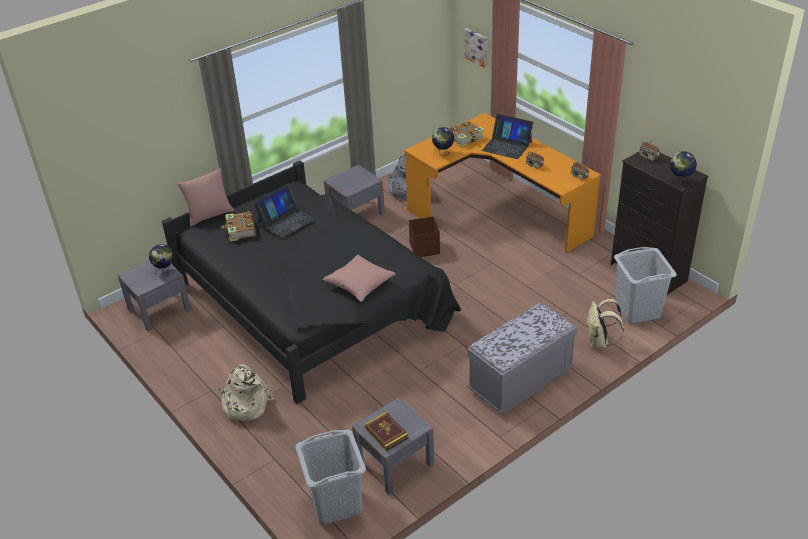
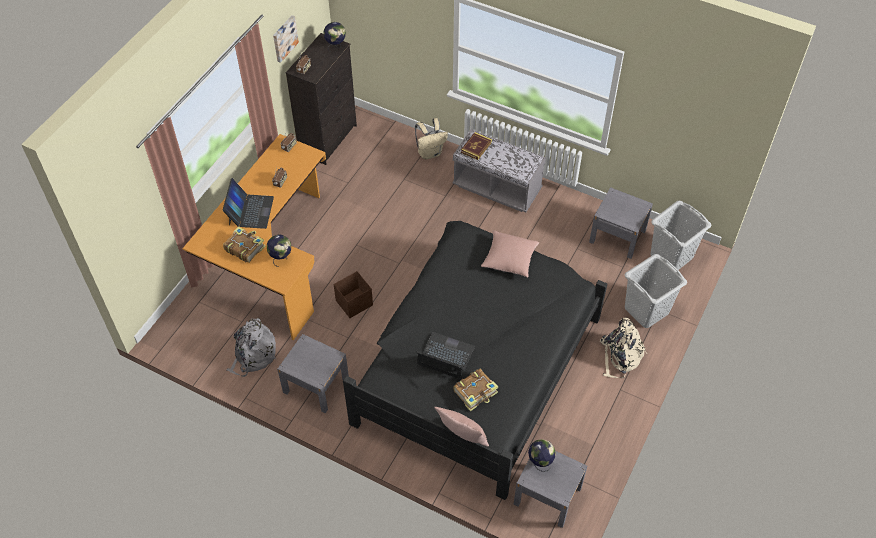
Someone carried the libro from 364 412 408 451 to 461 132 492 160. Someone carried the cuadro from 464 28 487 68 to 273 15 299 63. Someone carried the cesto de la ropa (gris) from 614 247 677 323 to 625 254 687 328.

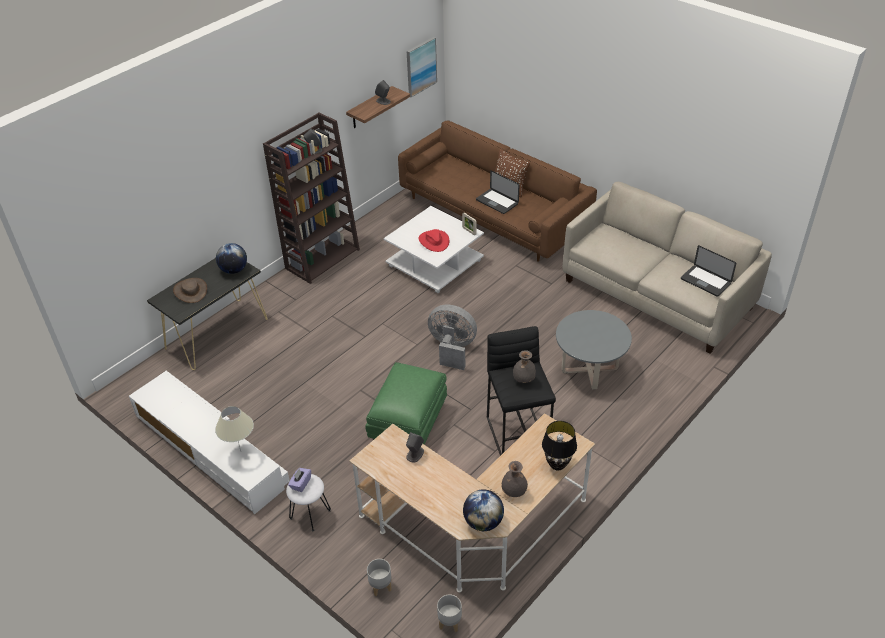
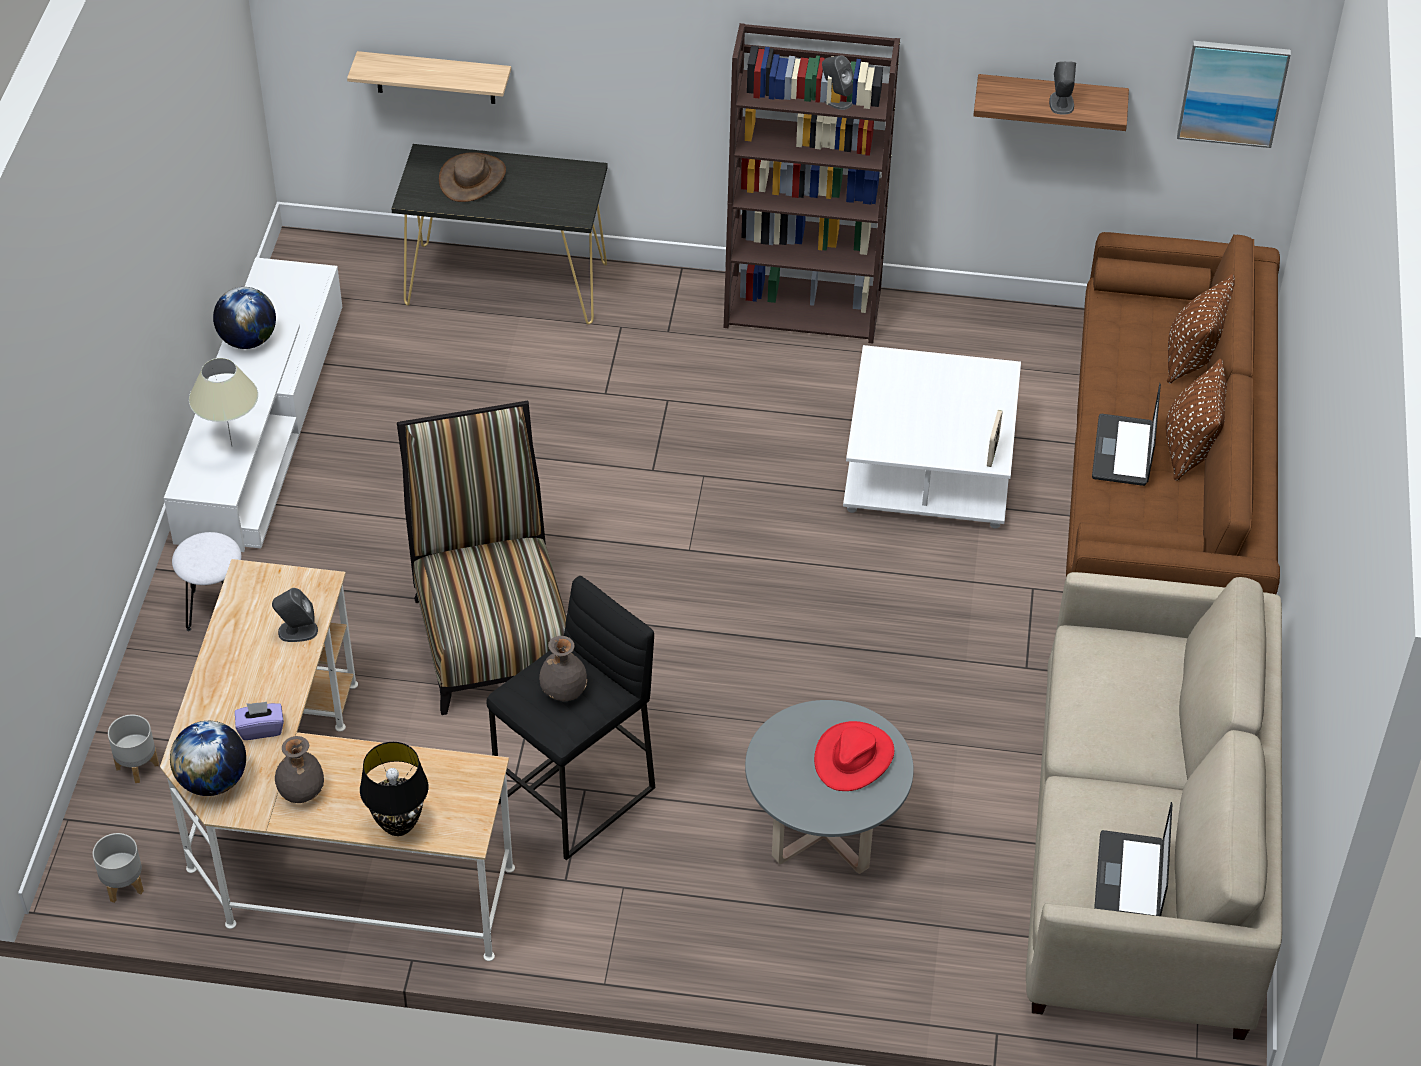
Someone took away the ventilador (gris) at 428 305 477 370. Someone put up the estante at 347 51 511 104. Someone put down the cojín (marrón) at 1167 274 1235 384. Someone carried the globo terráqueo from 216 243 247 274 to 213 287 276 349. Someone carried the caja de pañuelos (morado) from 288 468 311 492 to 235 702 284 740. Someone carried the sombrero (rojo) from 419 229 449 252 to 814 721 894 791. Someone swapped the puf (verde) at 365 362 447 445 for the silla at 397 401 566 715.

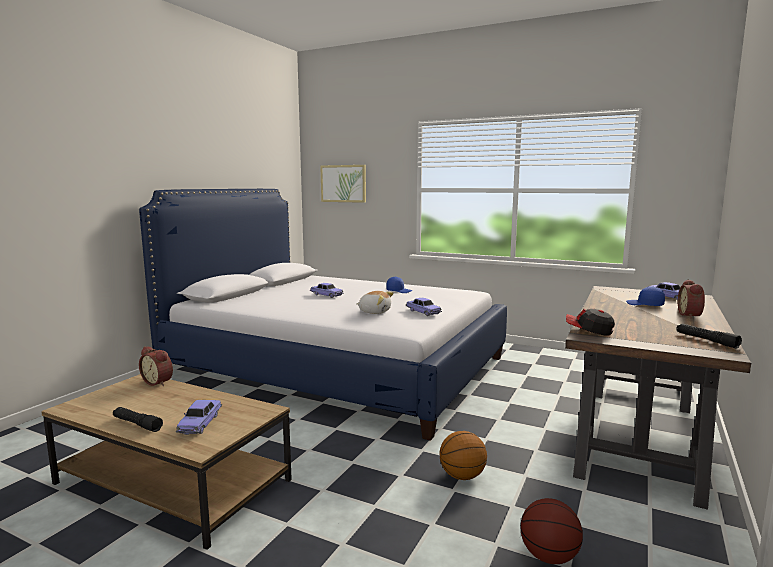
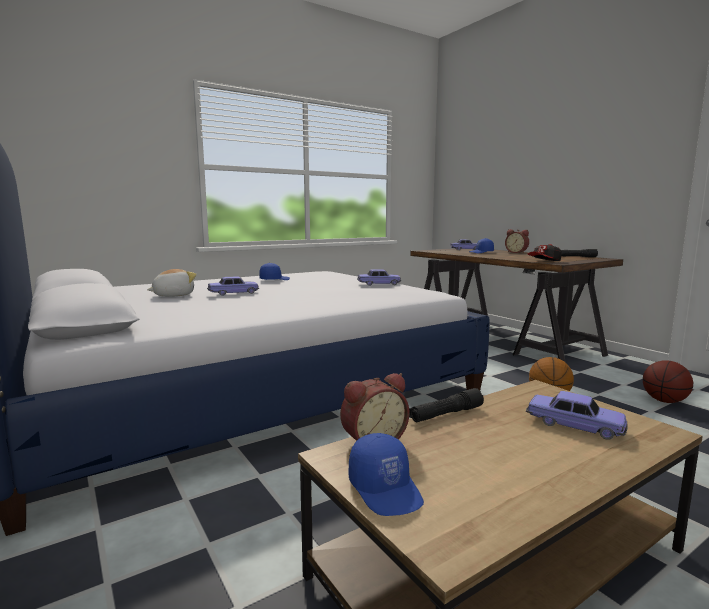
Someone took away the cuadro at 320 165 366 203. Someone put down the gorra (azul) at 349 433 424 516. Someone carried the linterna (negro) from 113 407 163 432 to 409 388 484 422. Someone carried the peluche from 356 291 394 314 to 147 269 197 297.

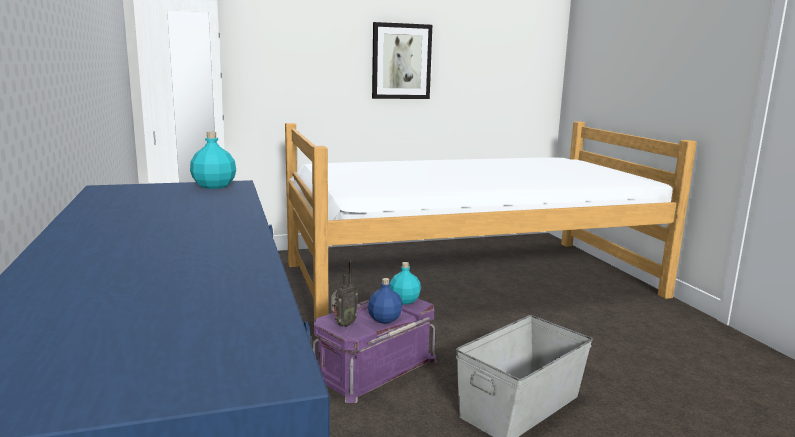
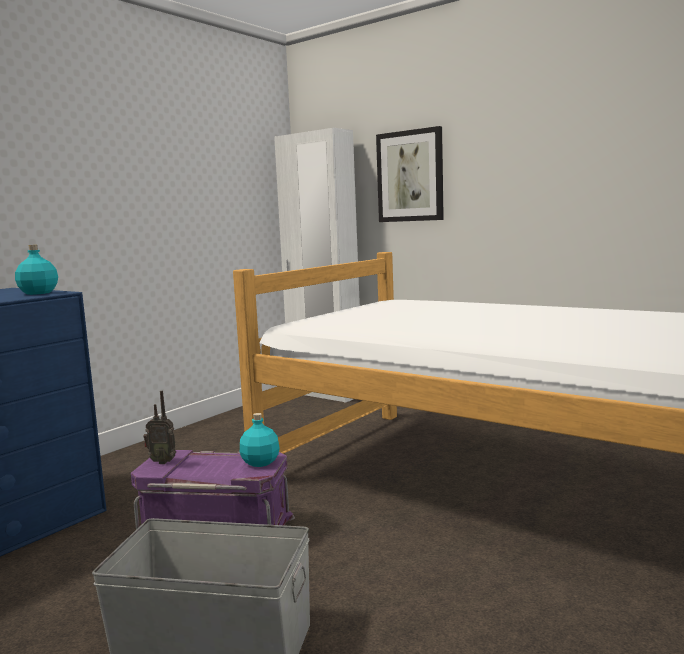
Someone took away the botella (azul) at 368 278 402 324. Someone carried the cuadro from 372 22 432 99 to 376 126 444 222.

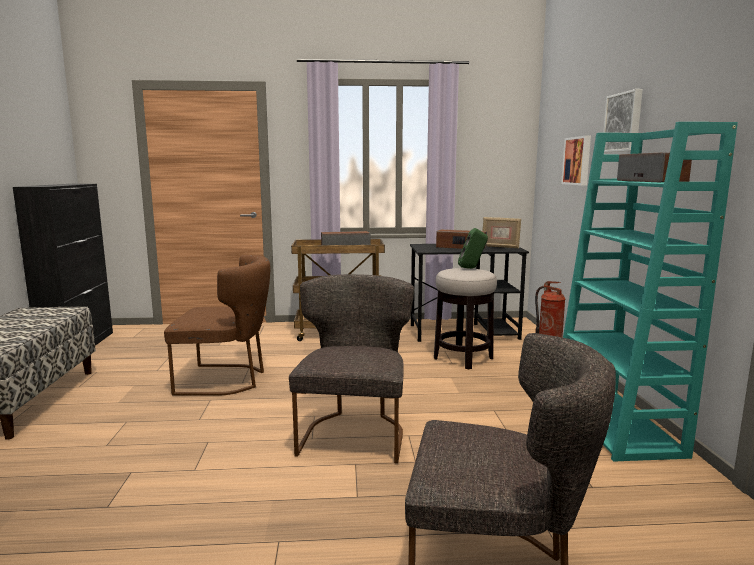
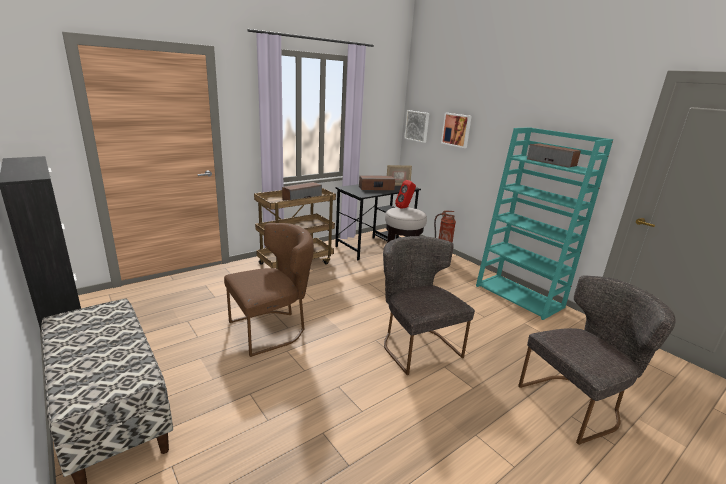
Someone carried the cuadro from 603 89 643 152 to 404 110 429 143. Someone repainted the altavoz (verde) at 458 228 488 269, which became the altavoz (rojo) at 395 180 416 209.

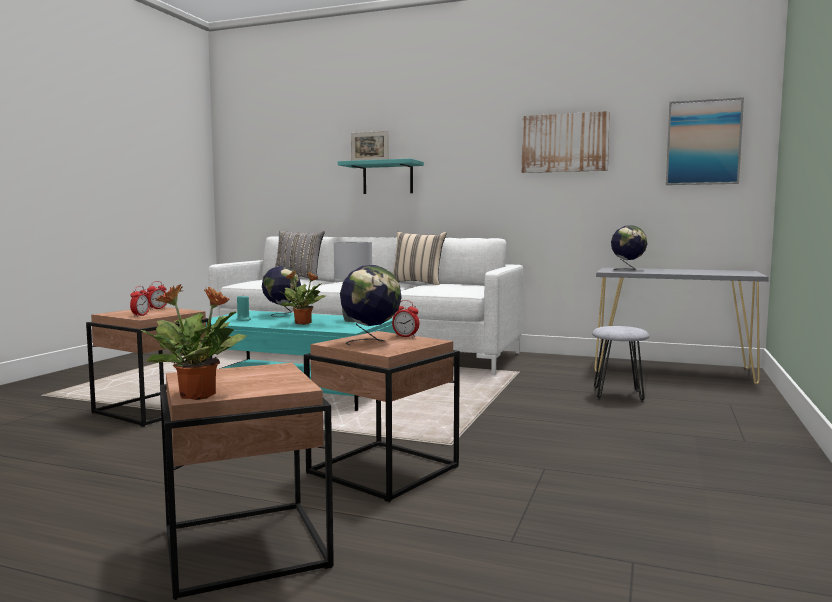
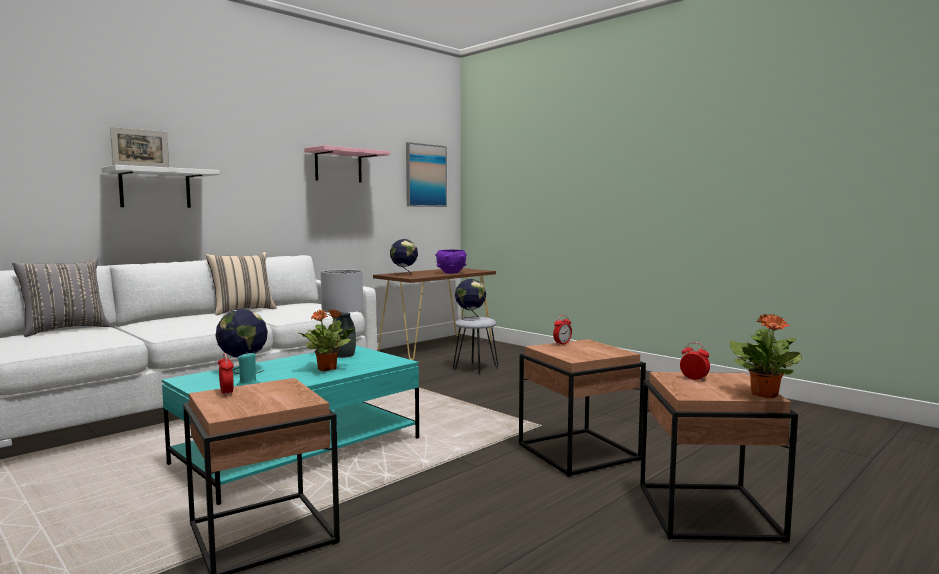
Someone put down the cuenco (morado) at 435 250 467 274. Someone carried the despertador from 130 286 150 317 to 680 342 710 382. Someone carried the globo terráqueo from 340 265 402 345 to 455 279 486 321. Someone swapped the cuadro at 522 111 610 173 for the estante (rosa) at 304 145 390 182. Someone repainted the estante (turquesa) at 338 158 424 194, which became the estante (blanco) at 101 165 220 208. Someone repainted the mesa consola (gris) at 595 268 769 384, which became the mesa consola (marrón) at 373 268 496 360.

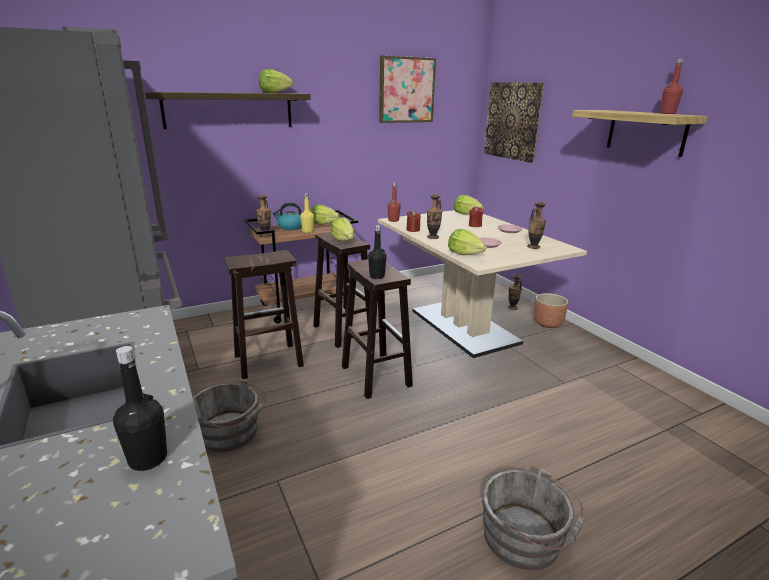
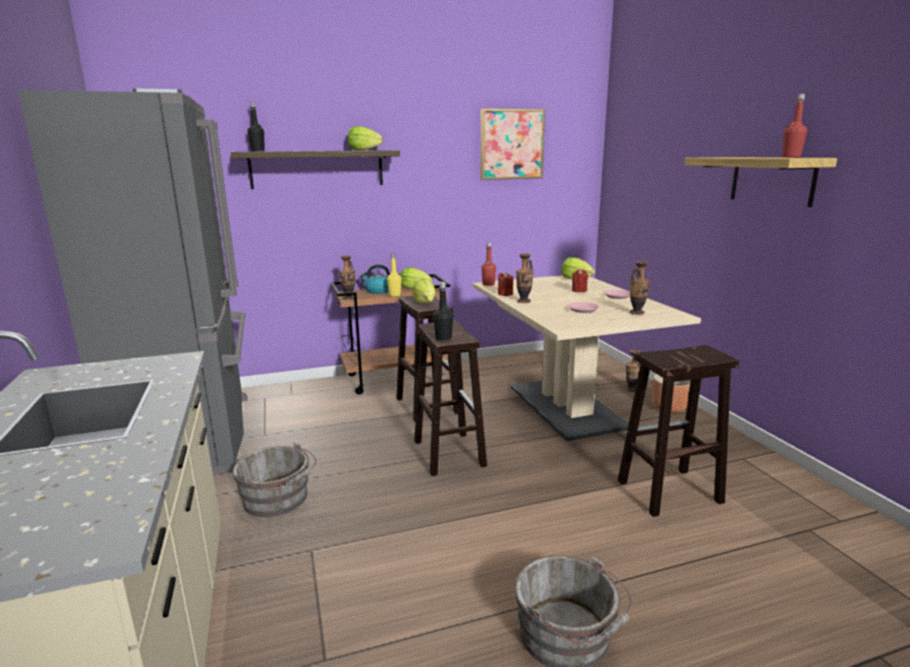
Someone took away the lechuga at 448 229 487 255. Someone took away the cuadro at 484 82 544 163. Someone carried the botella (negro) from 113 346 167 471 to 247 103 265 151. Someone carried the taburete (marrón) from 224 250 304 379 to 618 345 739 517.

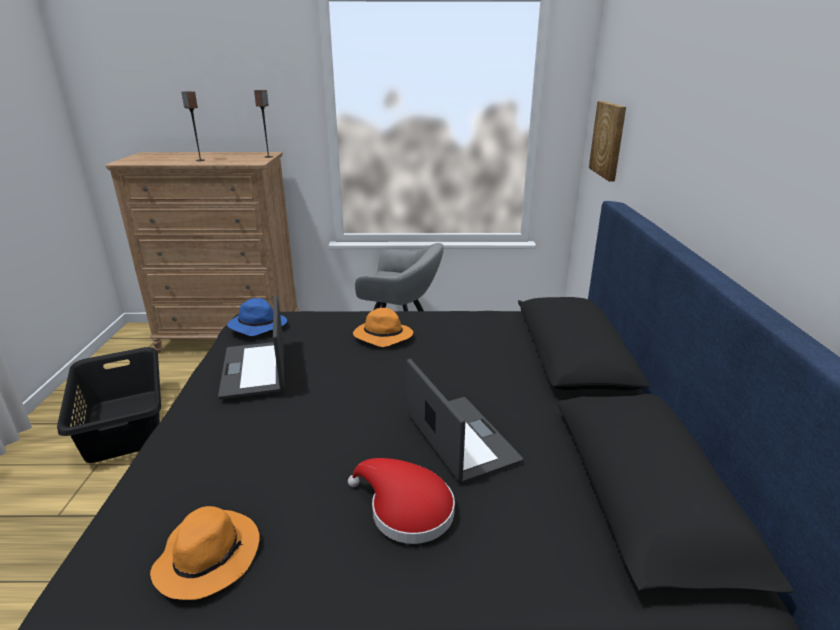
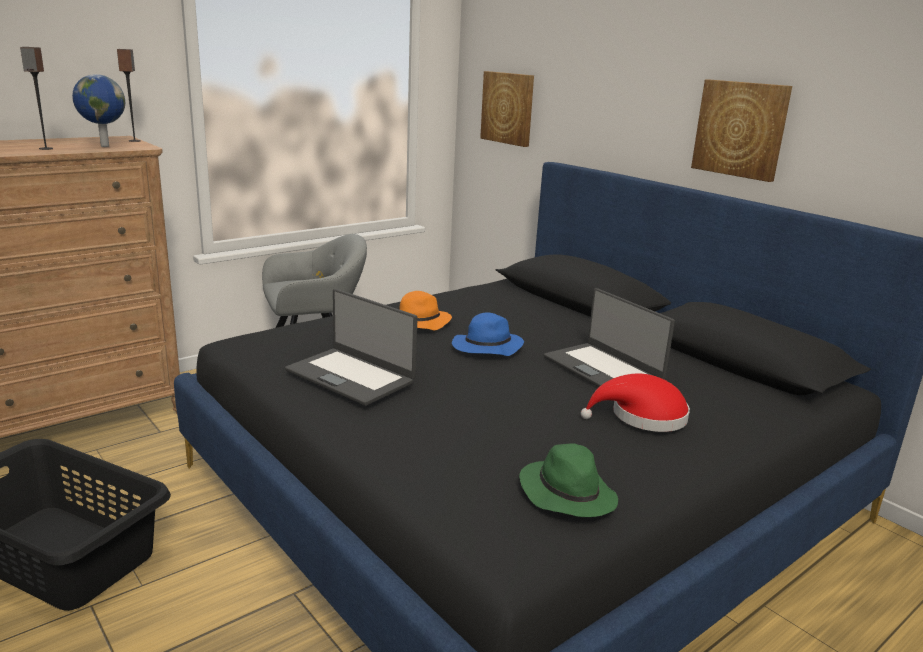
Someone put down the globo terráqueo at 72 74 125 147. Someone put up the cuadro at 691 79 792 182. Someone carried the sombrero (azul) from 227 298 287 336 to 452 312 524 356. Someone repainted the sombrero (naranja) at 150 506 259 600, which became the sombrero (verde) at 519 443 618 517. Someone rotated the portátil at 407 359 524 483 by 150 degrees counterclockwise.

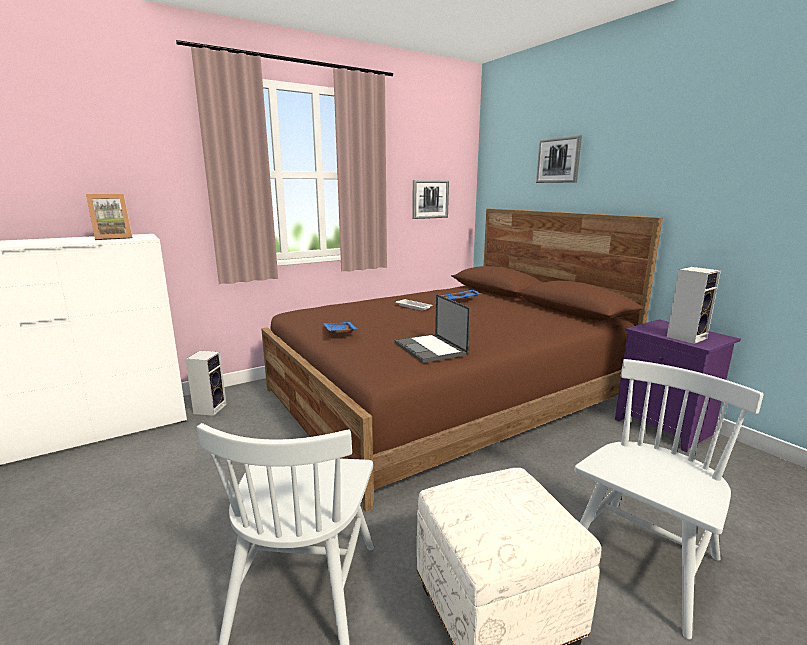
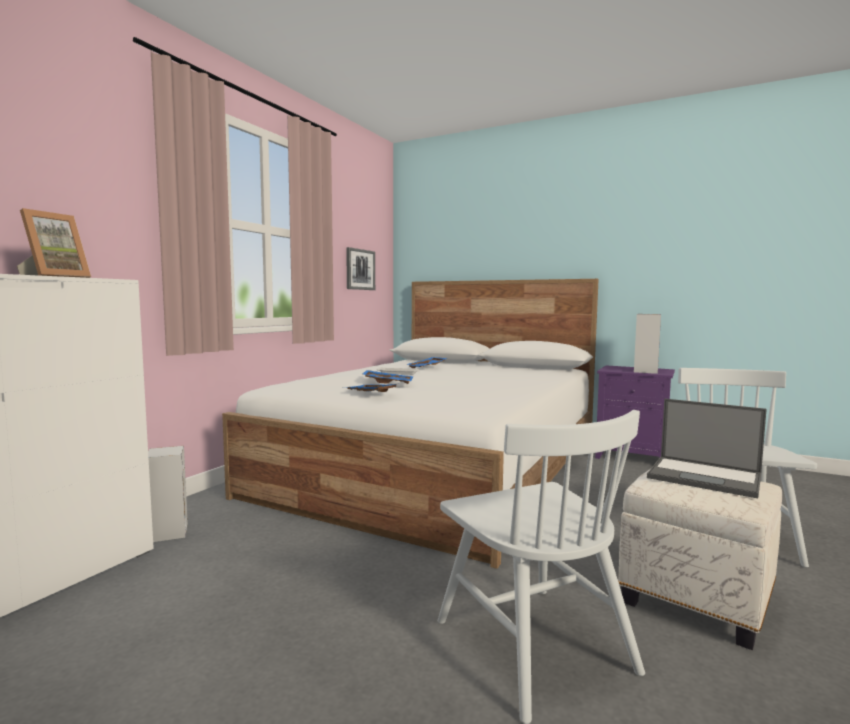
Someone took away the cuadro at 536 135 582 183. Someone put down the bandeja (azul) at 363 370 413 384. Someone carried the portátil from 394 294 470 363 to 647 399 767 498. Someone repainted the cama (marrón) at 261 208 663 512, which became the cama (blanco) at 222 279 599 569.

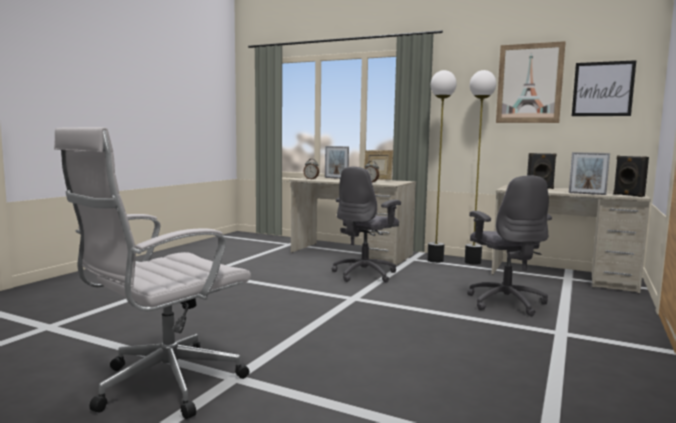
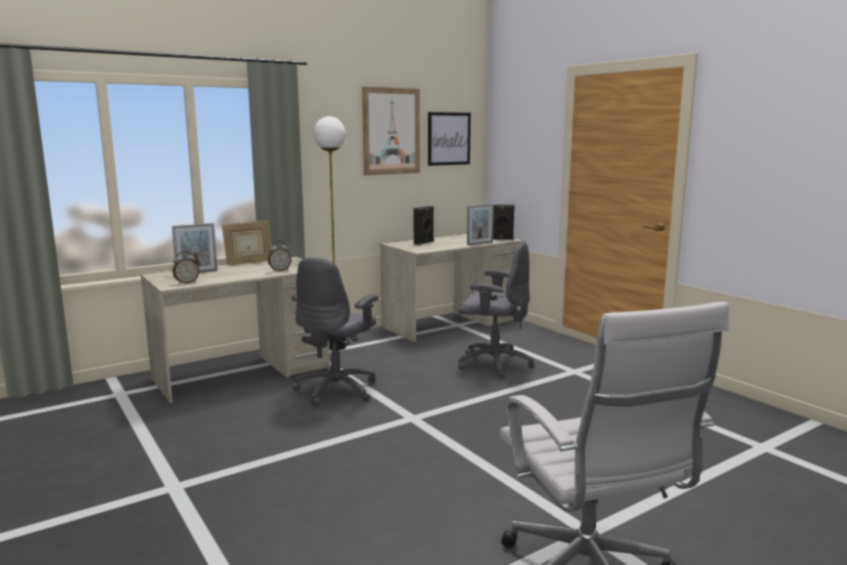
Someone took away the lámpara de pie at 465 70 496 265. Someone rotated the silla de oficina (gris) at 332 167 401 283 by 45 degrees clockwise.

